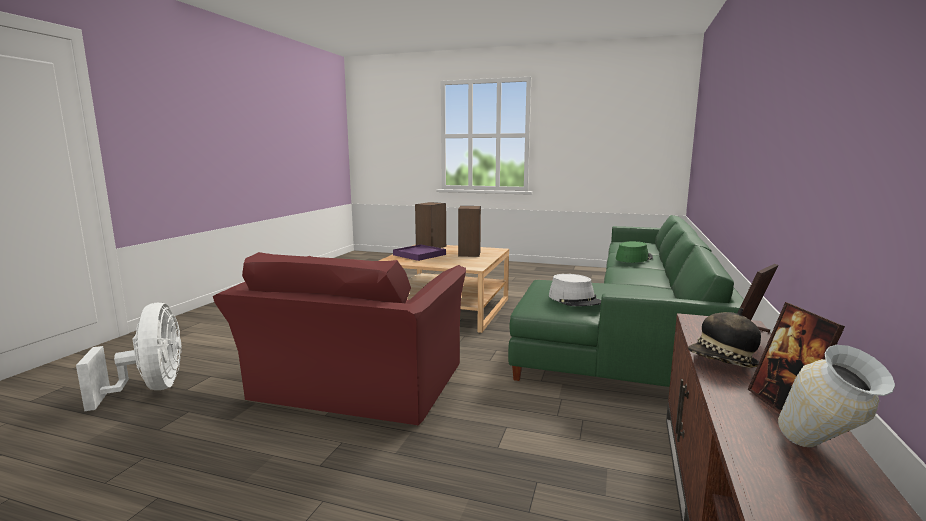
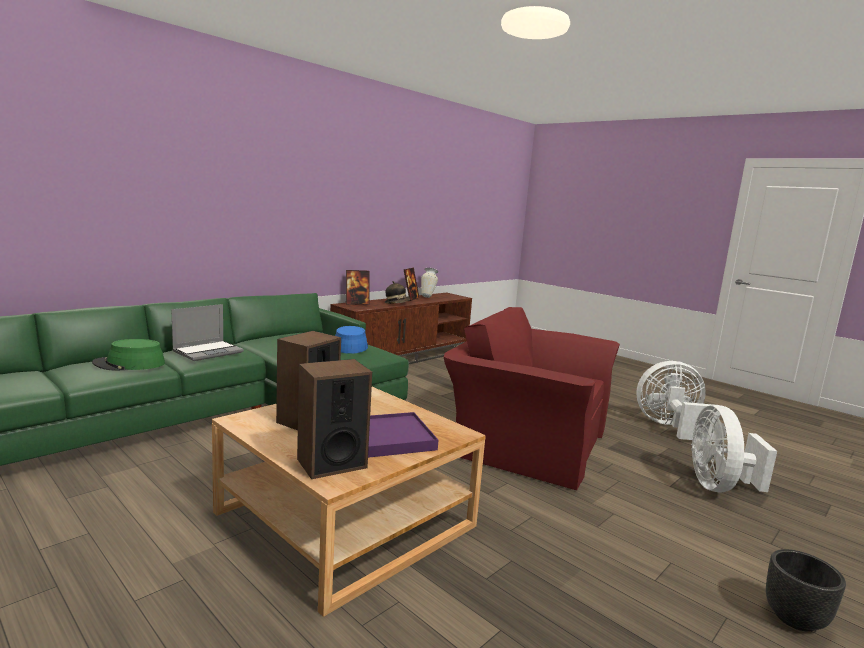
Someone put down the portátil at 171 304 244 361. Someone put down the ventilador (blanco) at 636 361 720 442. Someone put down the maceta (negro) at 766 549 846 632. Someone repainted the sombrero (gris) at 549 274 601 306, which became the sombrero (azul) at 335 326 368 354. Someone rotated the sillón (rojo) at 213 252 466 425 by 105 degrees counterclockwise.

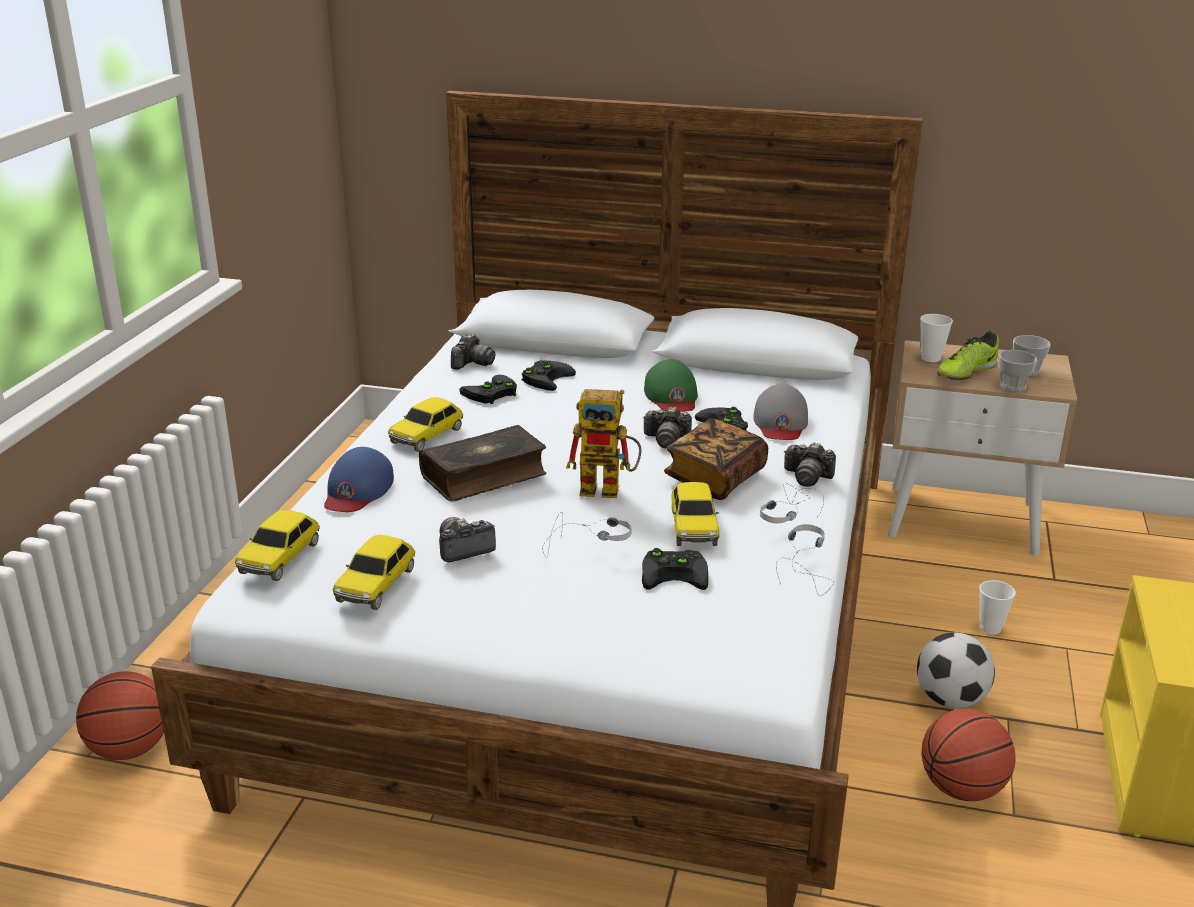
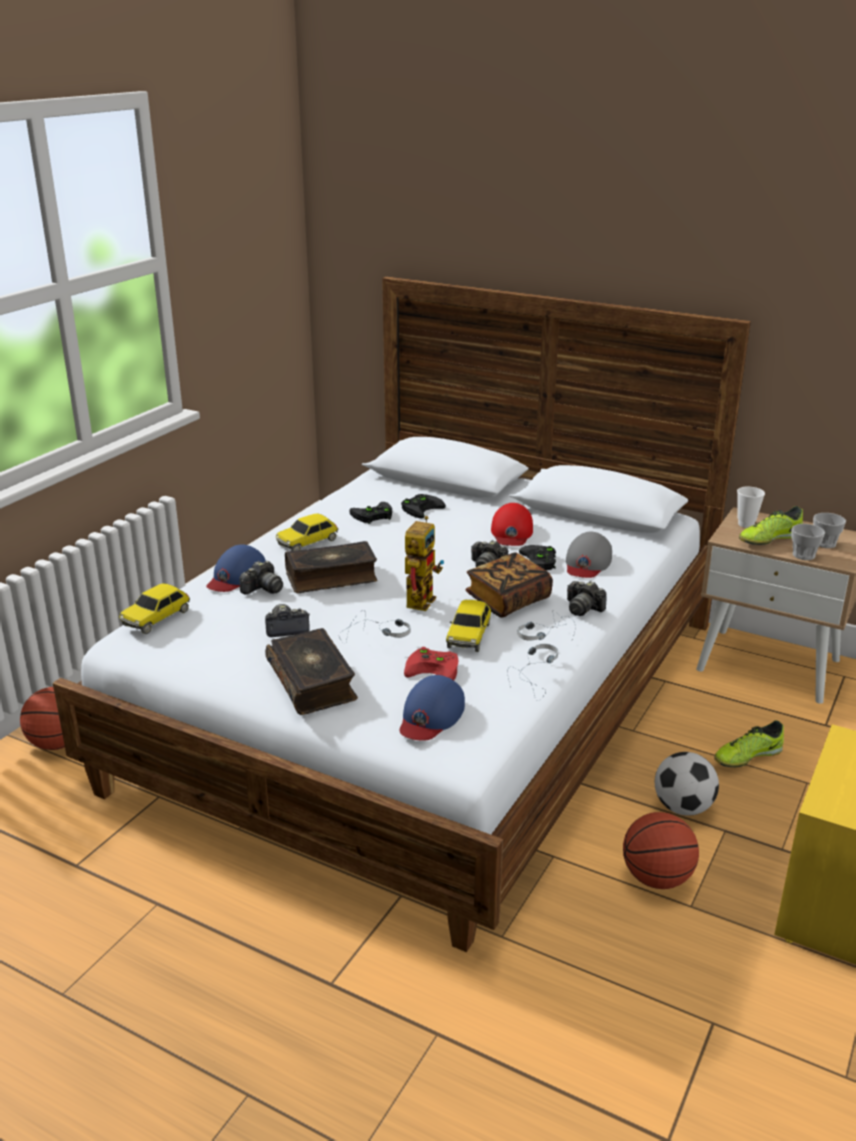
Someone took away the coche de juguete at 333 535 415 610. Someone put down the libro at 265 628 358 715. Someone put down the gorra (azul) at 399 675 465 741. Someone carried the cámara from 451 334 495 370 to 240 561 283 594. Someone swapped the taza at 979 580 1016 634 for the zapato at 714 720 784 767. Someone repainted the mando de consola (negro) at 642 548 708 590, which became the mando de consola (rojo) at 404 647 458 681. Someone repainted the gorra (verde) at 644 359 698 412, which became the gorra (rojo) at 491 503 533 546. Someone rotated the robot de juguete at 566 389 642 498 by 90 degrees counterclockwise.

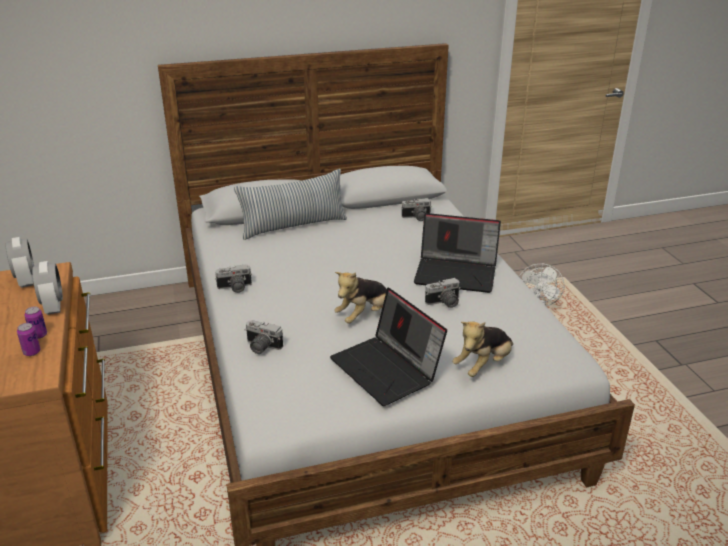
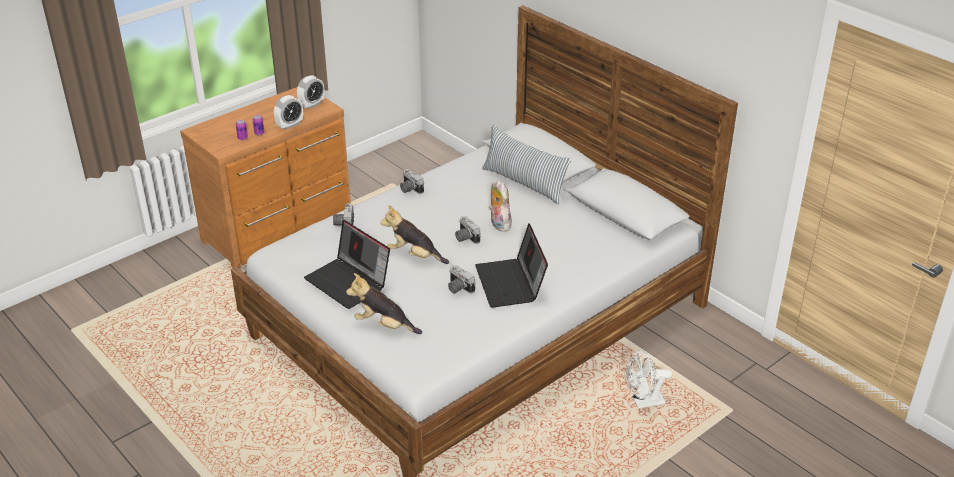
Someone put down the peluche at 489 180 512 231. Someone carried the cámara from 402 198 432 221 to 455 216 481 244. Someone rotated the portátil at 330 288 447 406 by 75 degrees counterclockwise.

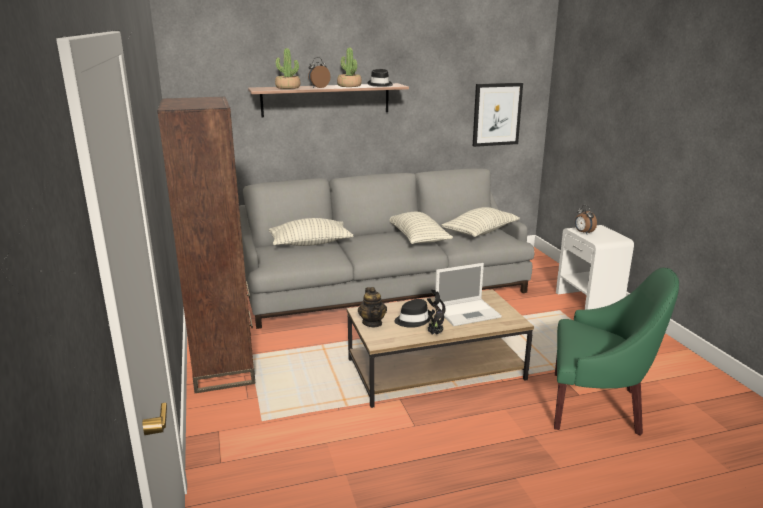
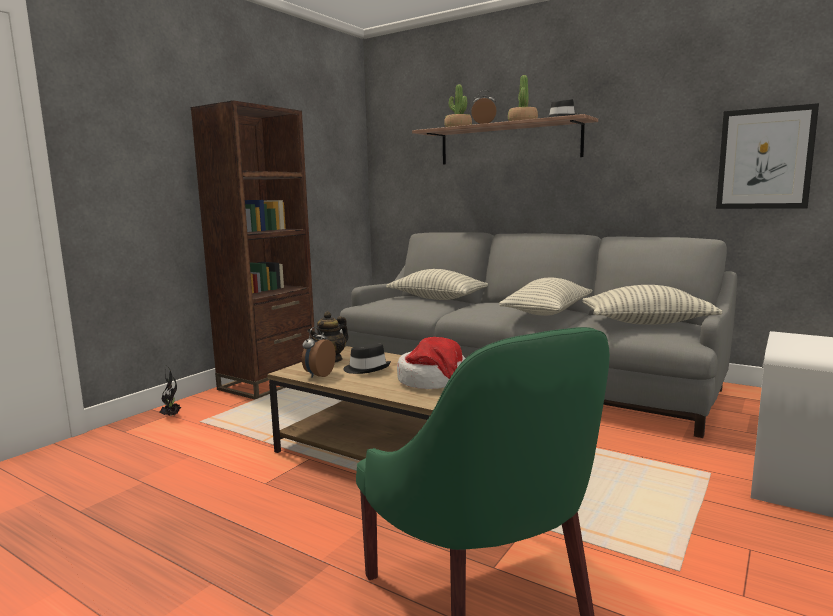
Someone carried the planta en maceta from 426 290 446 334 to 160 364 181 416. Someone carried the despertador from 575 205 597 234 to 302 326 336 378. Someone swapped the portátil at 435 263 502 326 for the sombrero at 397 337 466 389.

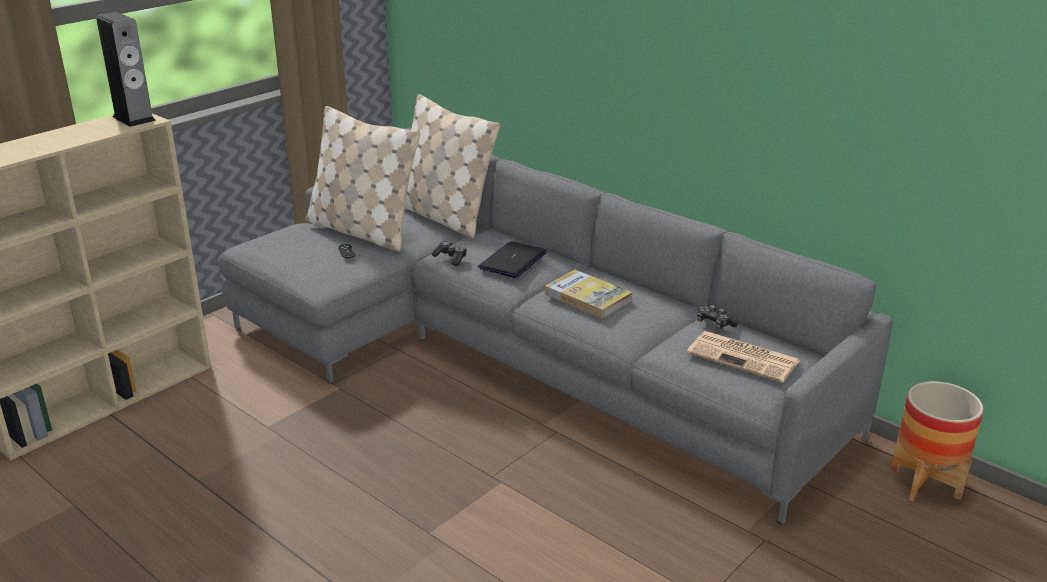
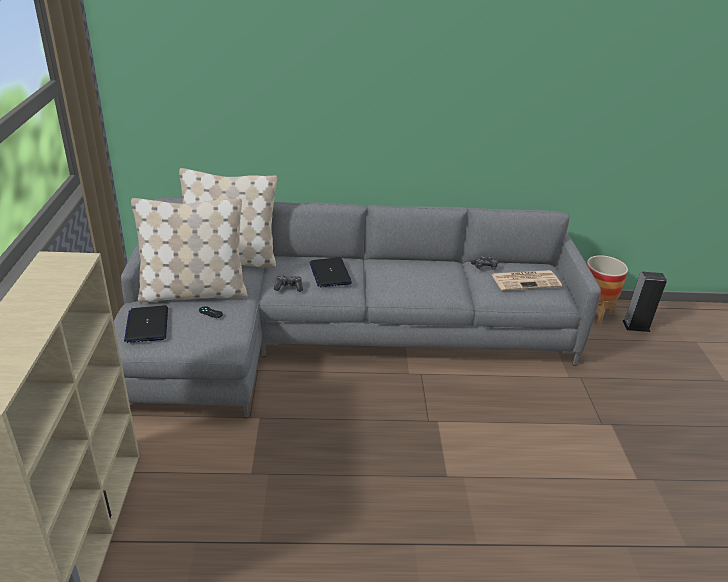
Someone took away the libro at 545 270 632 319. Someone put down the portátil at 124 305 168 343. Someone carried the altavoz from 96 12 156 127 to 623 272 667 332.

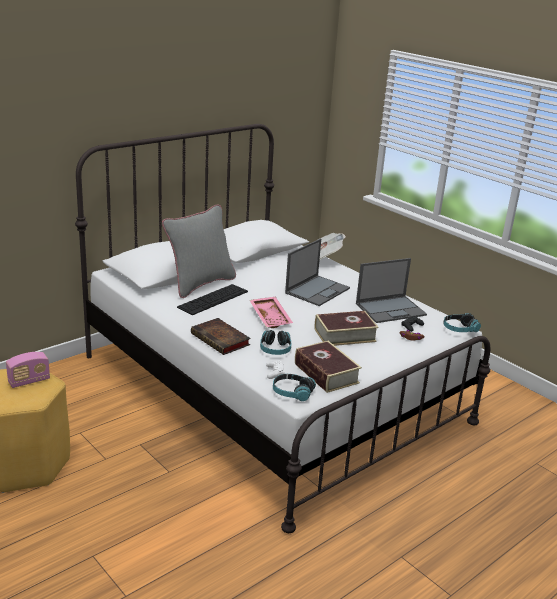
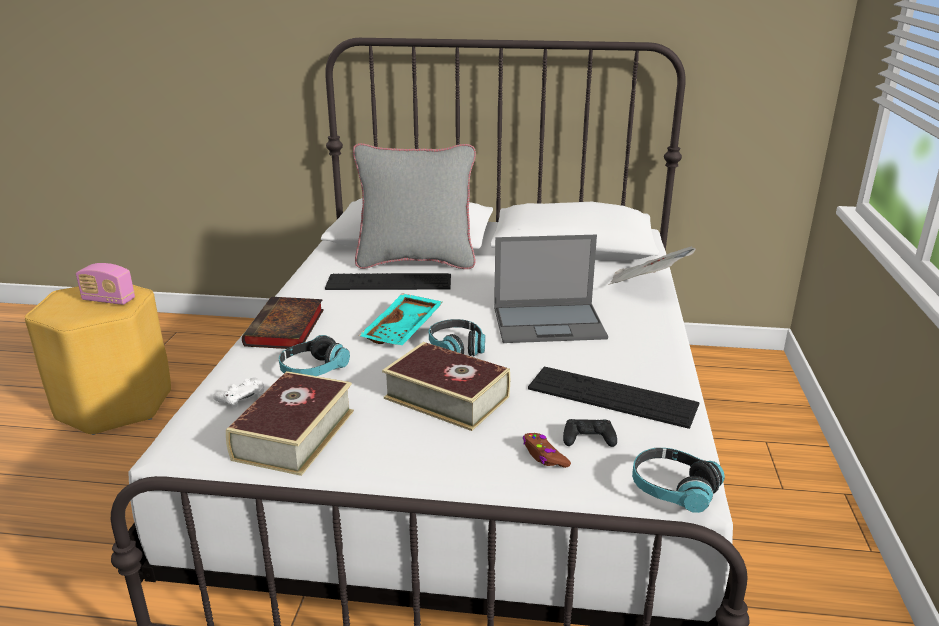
Someone carried the auriculares from 273 374 316 401 to 429 319 485 356. Someone swapped the portátil at 356 258 427 323 for the teclado at 528 367 699 429. Someone repainted the bandeja (rosa) at 250 297 293 328, which became the bandeja (turquesa) at 359 293 443 345.

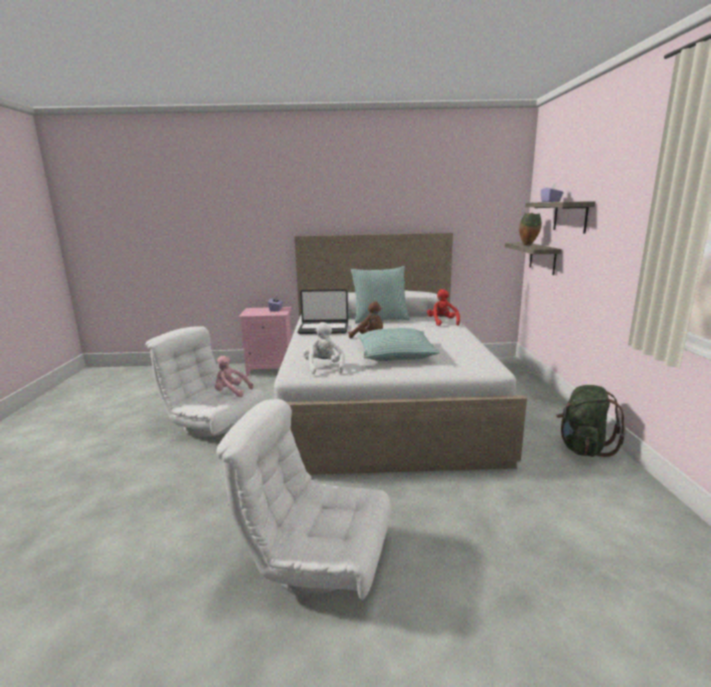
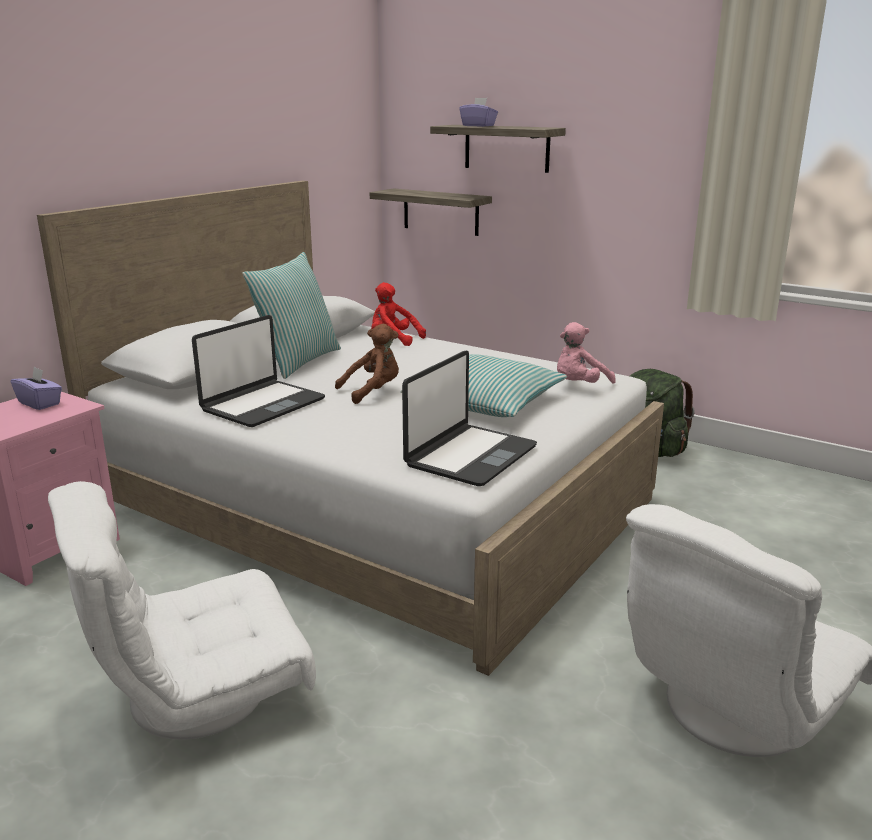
Someone took away the florero at 519 213 542 246. Someone carried the peluche (rosa) from 215 356 253 397 to 557 322 616 384. Someone swapped the peluche (blanco) at 303 322 345 374 for the portátil at 402 351 537 486.

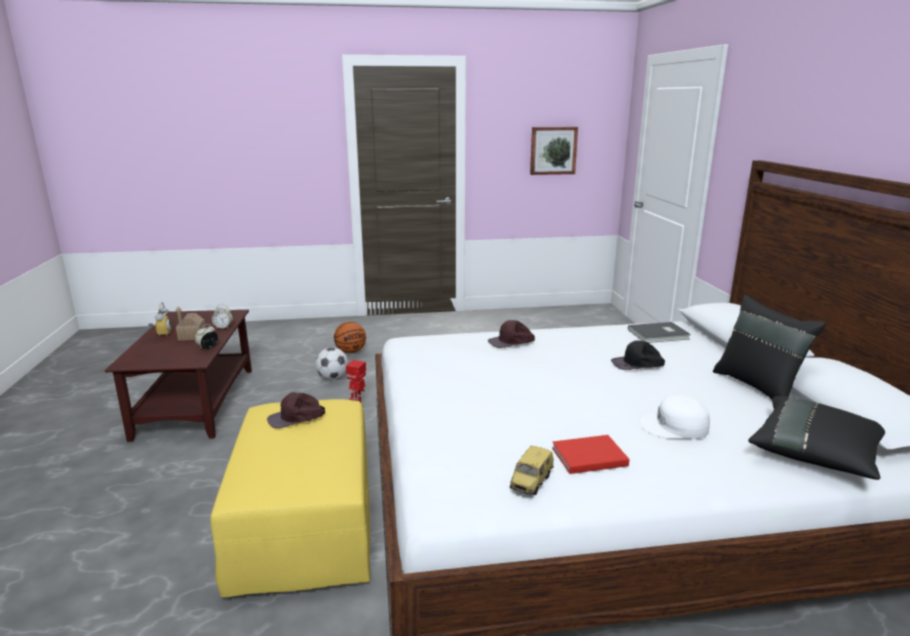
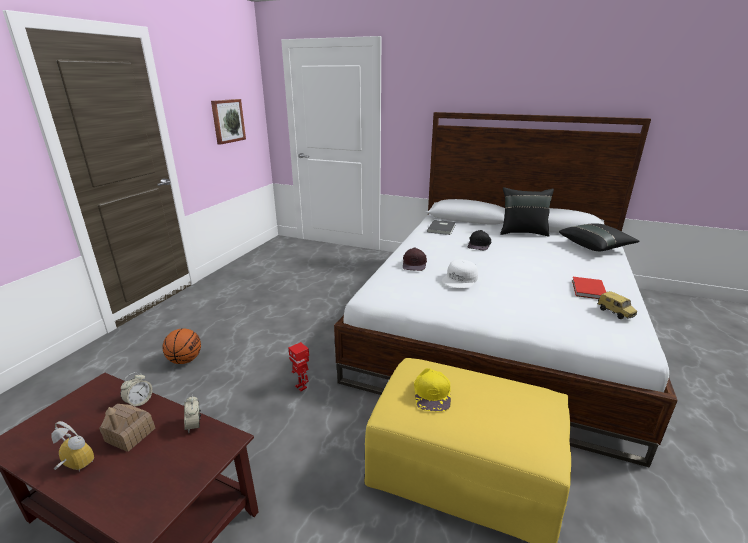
Someone took away the balón de fútbol at 315 347 348 380. Someone carried the gorra (blanco) from 639 395 710 439 to 442 259 478 288. Someone repainted the gorra (marrón) at 267 392 325 428, which became the gorra (amarillo) at 414 368 451 412.

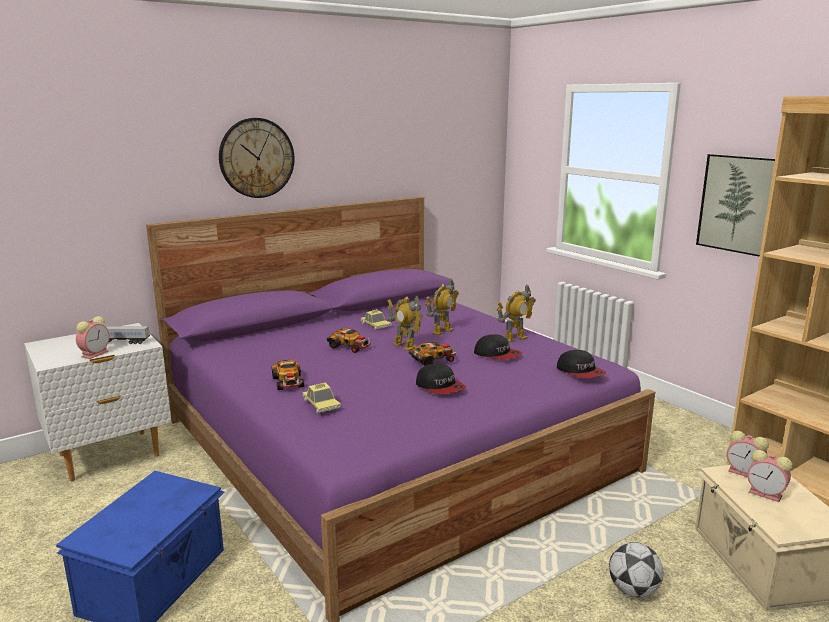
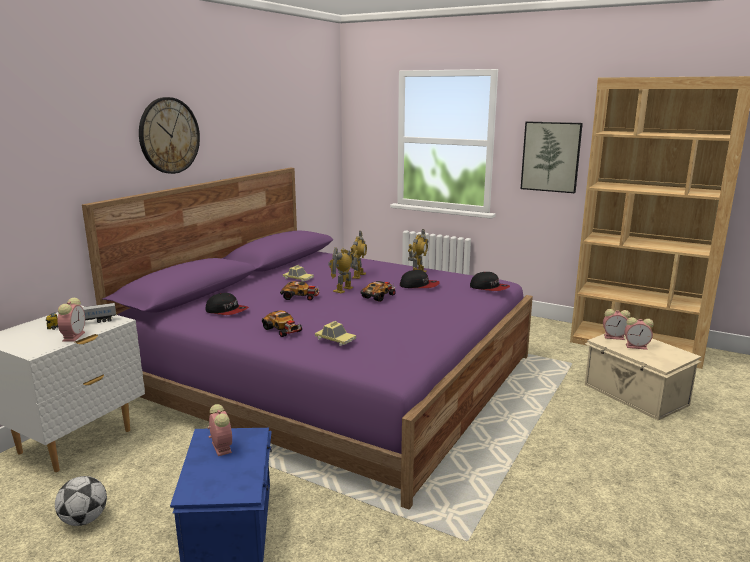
Someone put down the despertador at 208 404 232 456. Someone carried the gorra from 416 363 466 394 to 205 293 249 315. Someone carried the balón de fútbol from 609 542 663 598 to 55 476 107 526. Someone rotated the robot de juguete at 388 296 423 351 by 105 degrees clockwise.

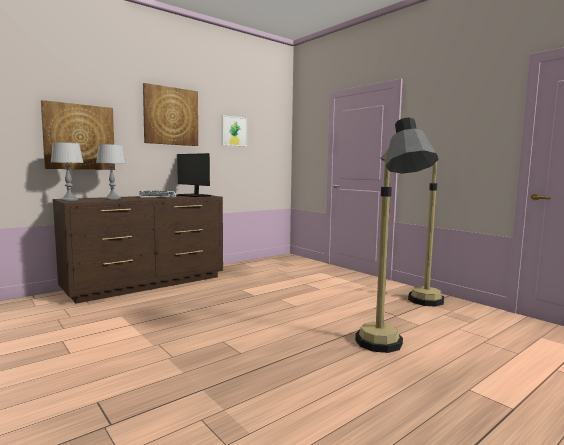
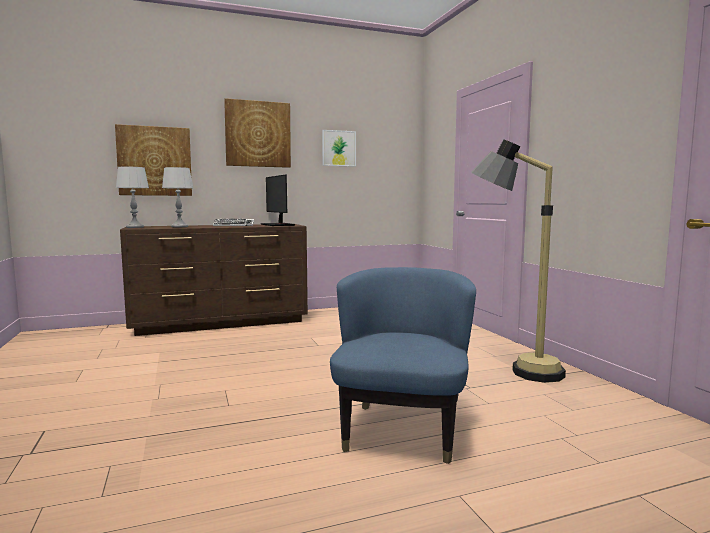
Someone swapped the lámpara de pie at 355 117 439 353 for the sillón (azul) at 330 267 476 464.

